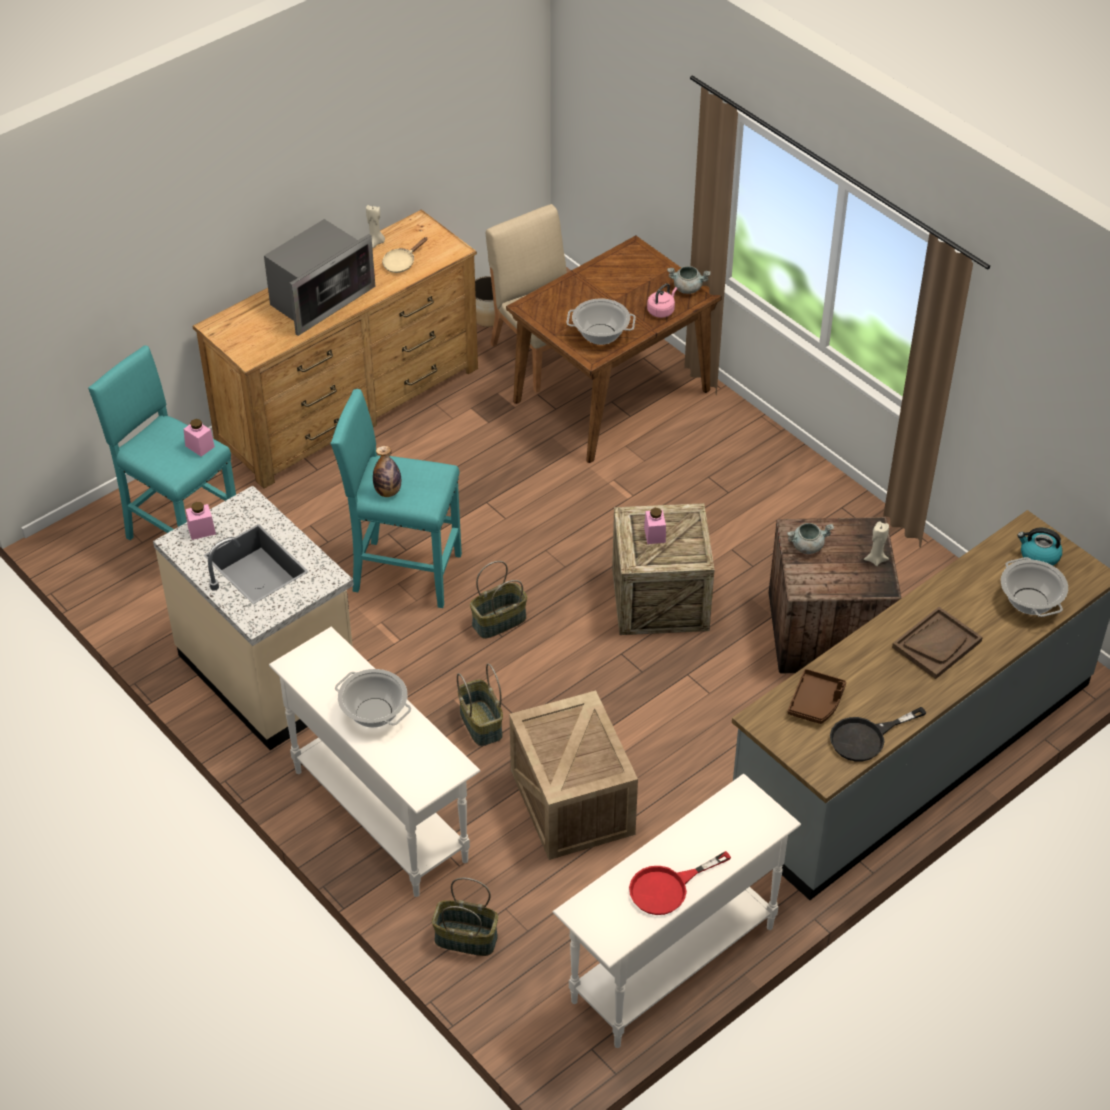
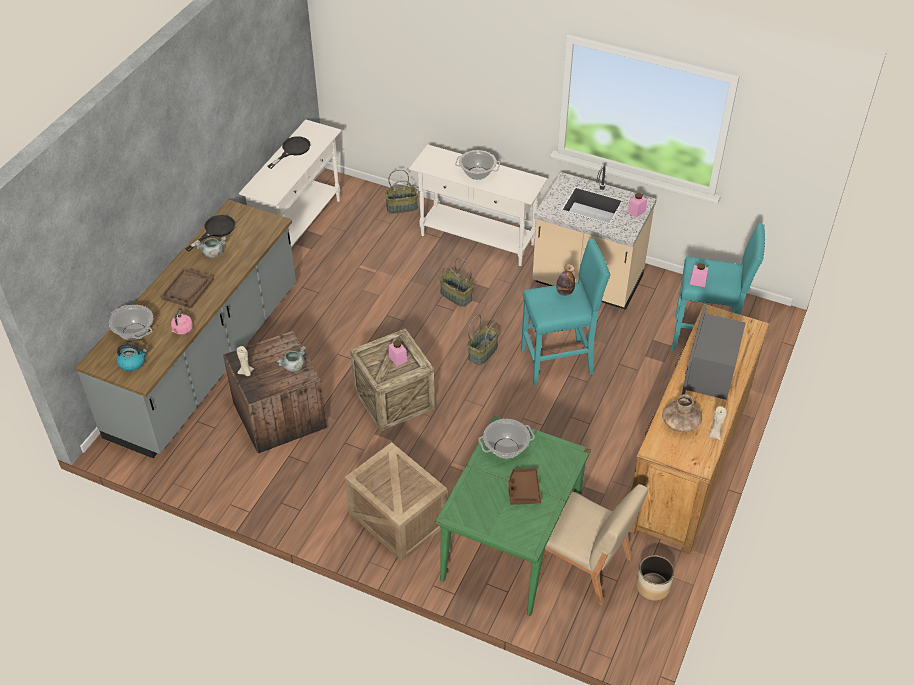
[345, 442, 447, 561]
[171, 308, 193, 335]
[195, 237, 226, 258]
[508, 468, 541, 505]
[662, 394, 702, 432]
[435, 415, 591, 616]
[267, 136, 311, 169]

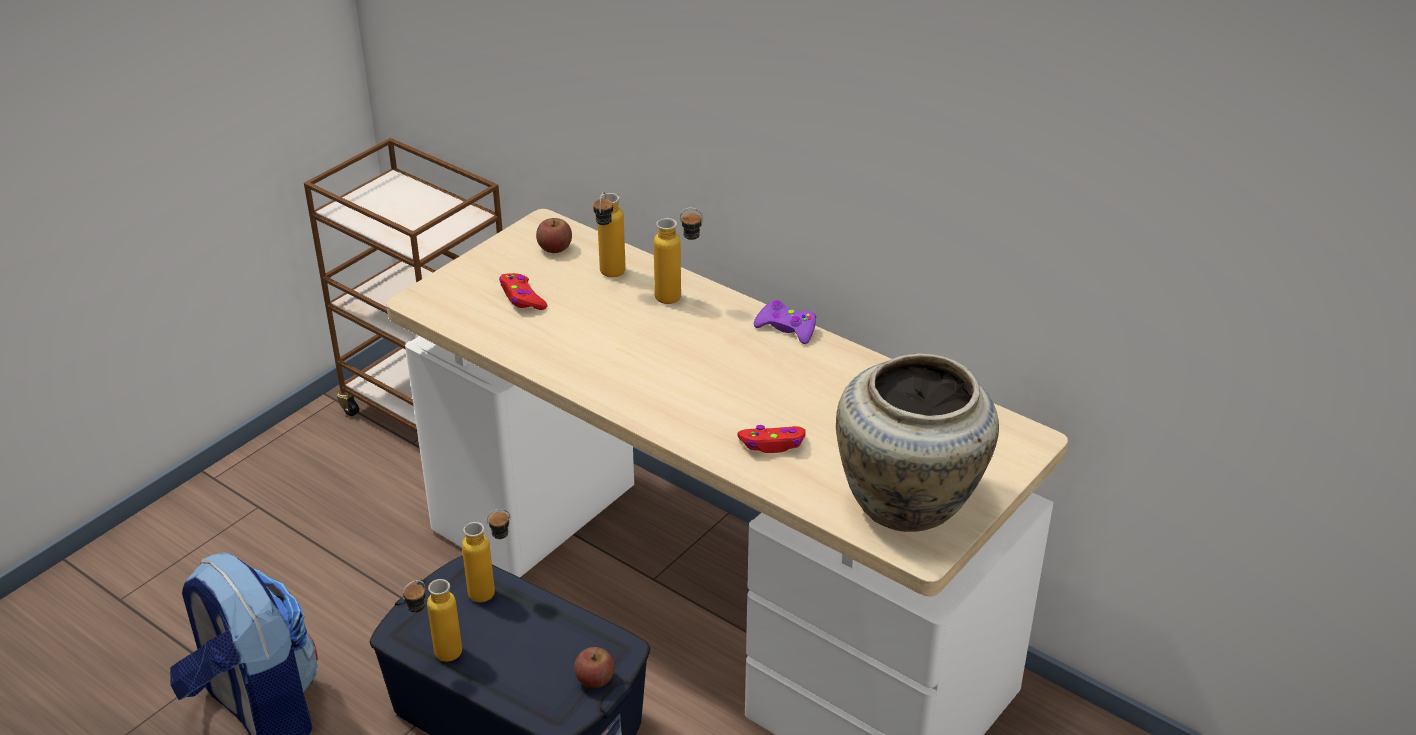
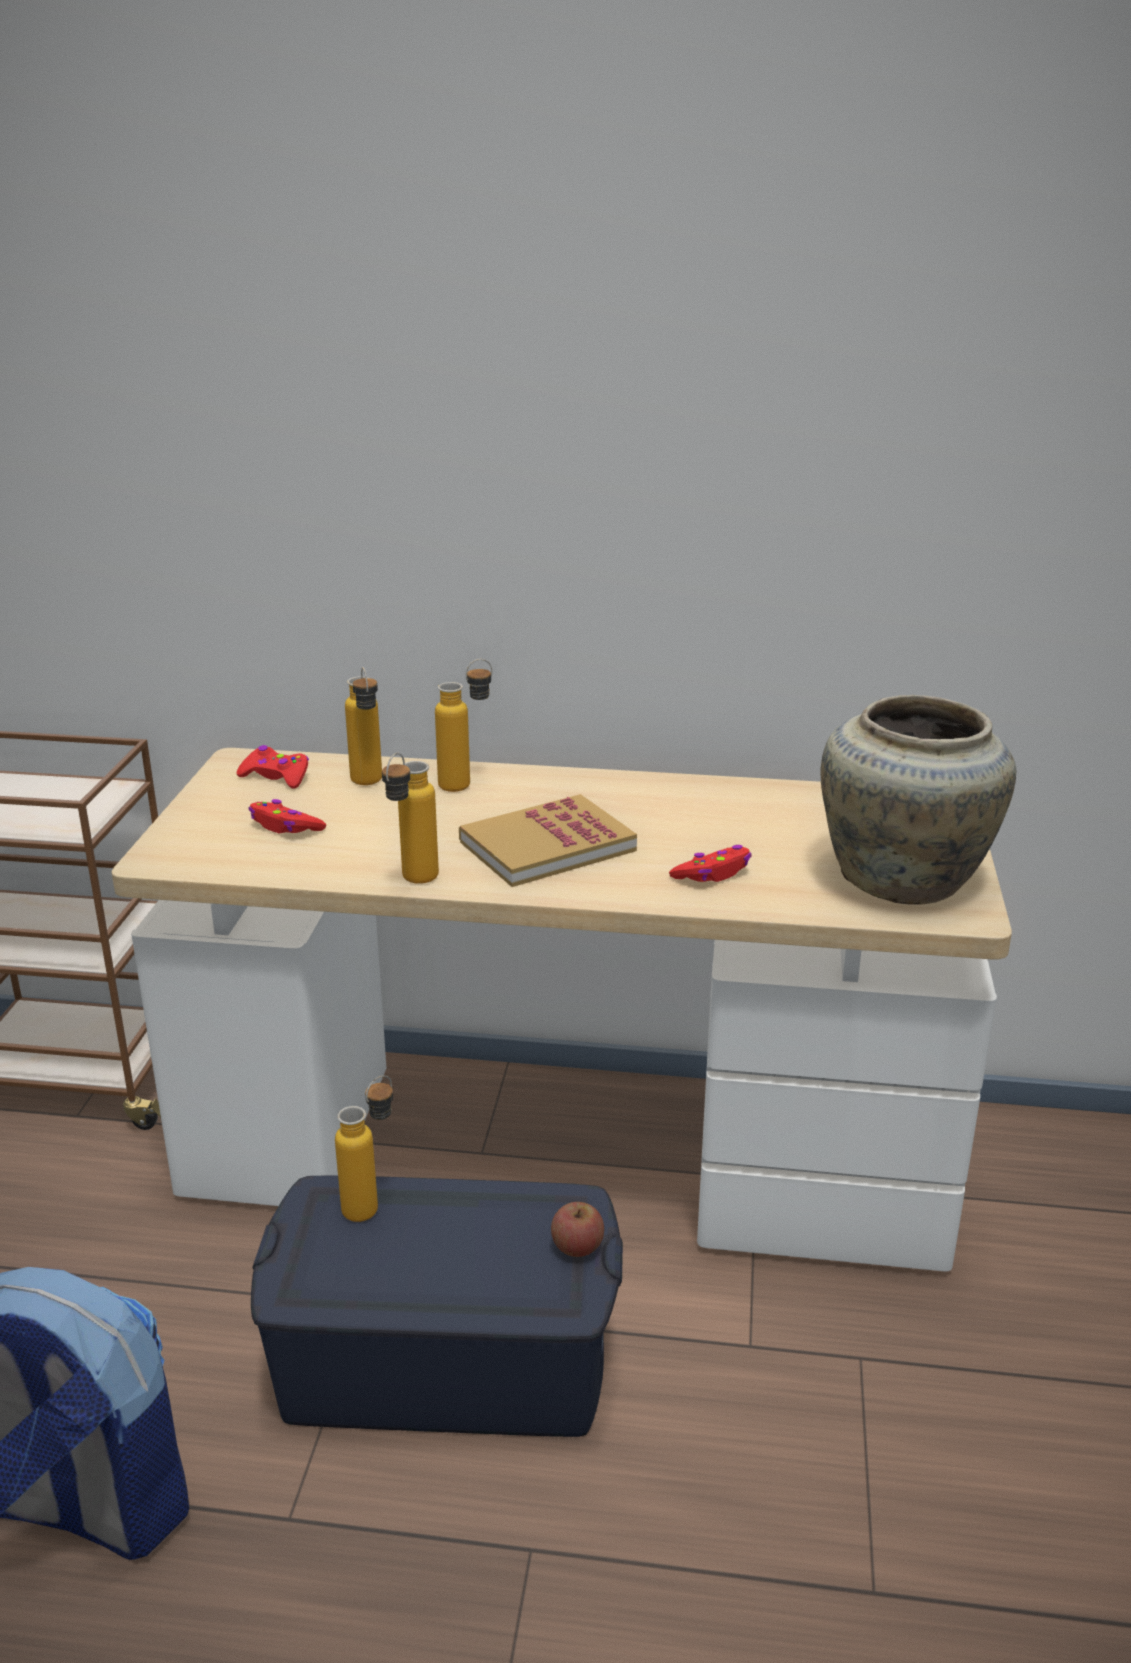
[754, 300, 816, 344] (first image)
[459, 794, 637, 887]
[382, 753, 439, 884]
[237, 745, 309, 789]

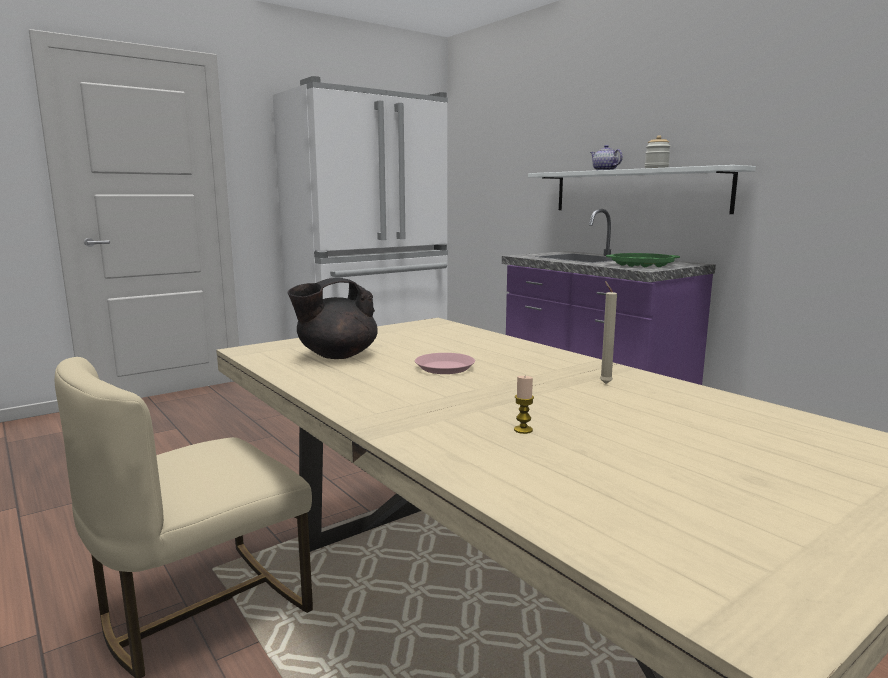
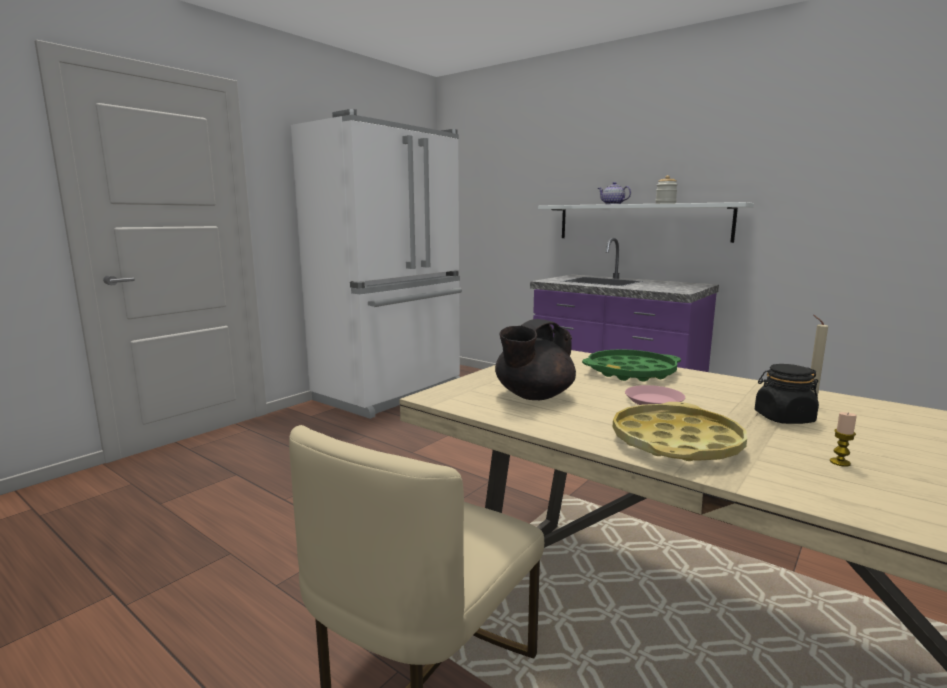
[613, 402, 747, 461]
[755, 364, 819, 424]
[582, 349, 681, 382]

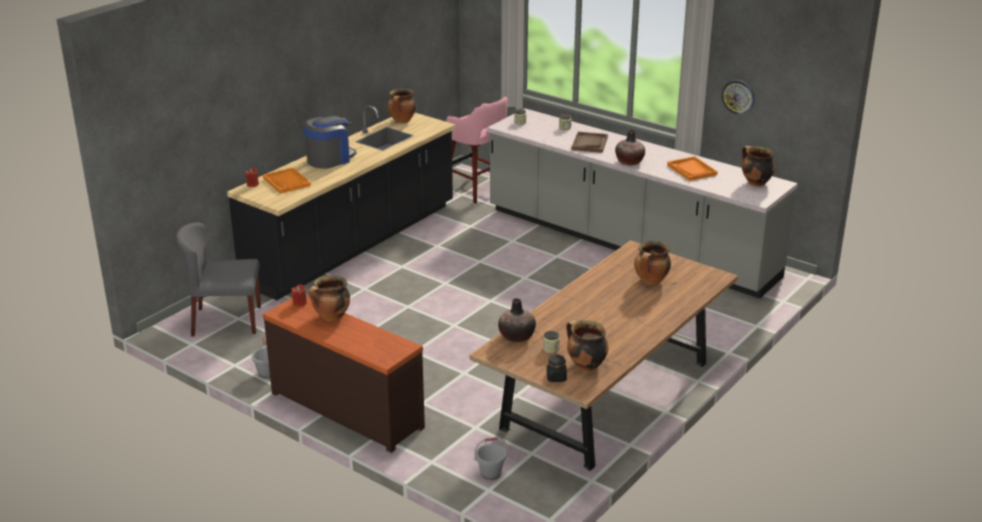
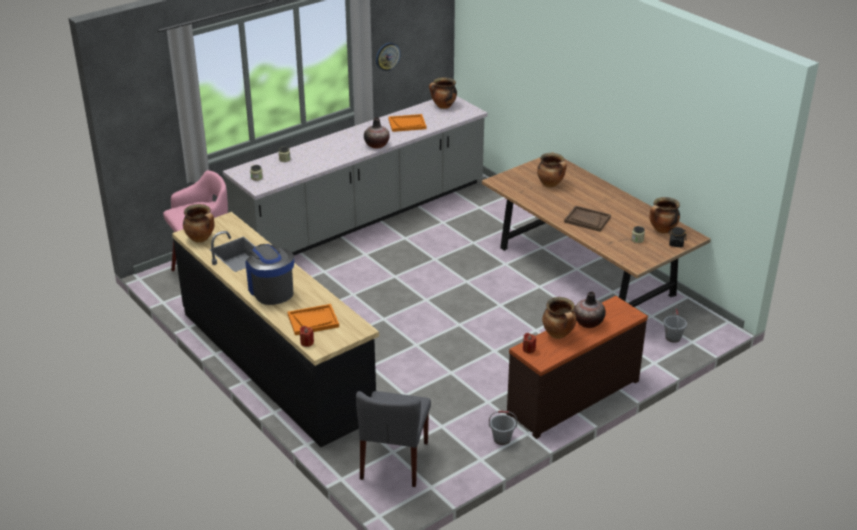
[574, 292, 606, 328]
[564, 206, 611, 232]

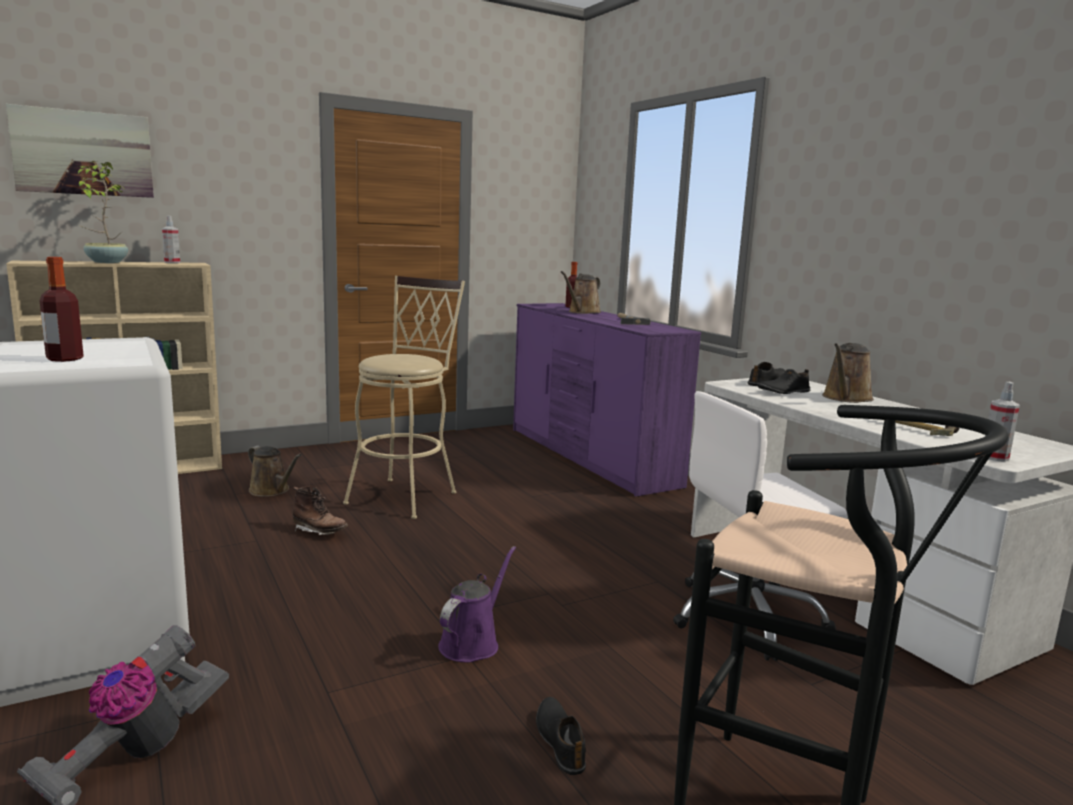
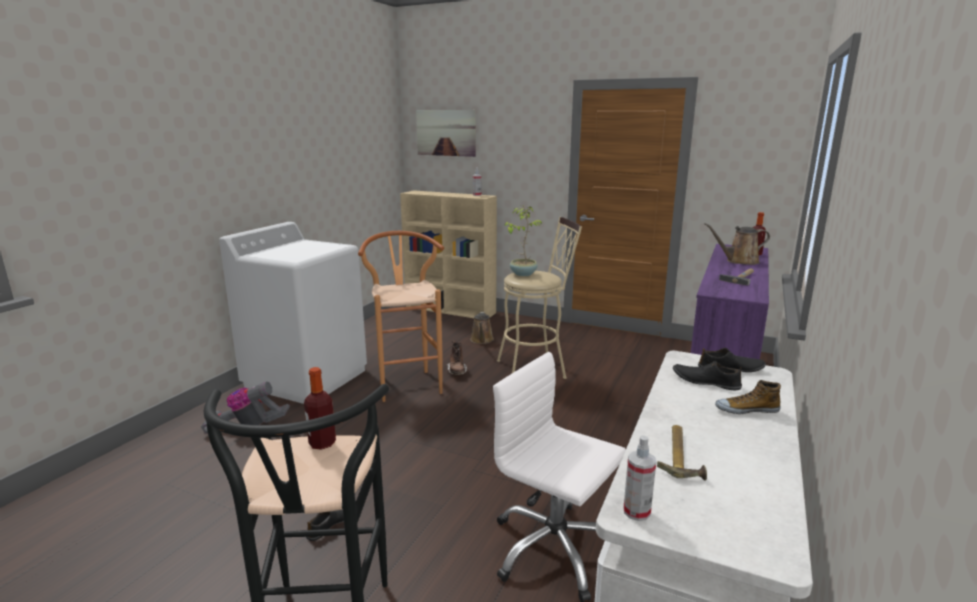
[438, 546, 516, 663] (first image)
[358, 231, 444, 402]
[304, 367, 336, 450]
[505, 205, 542, 276]
[715, 380, 781, 414]

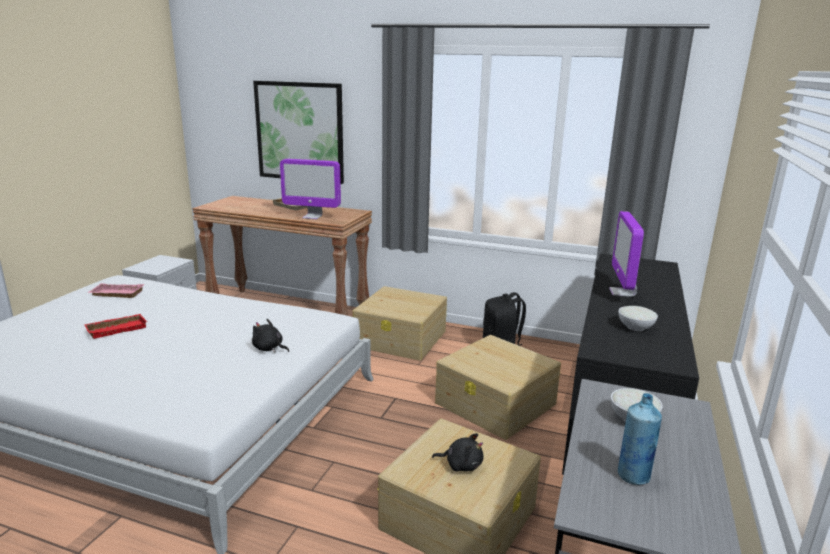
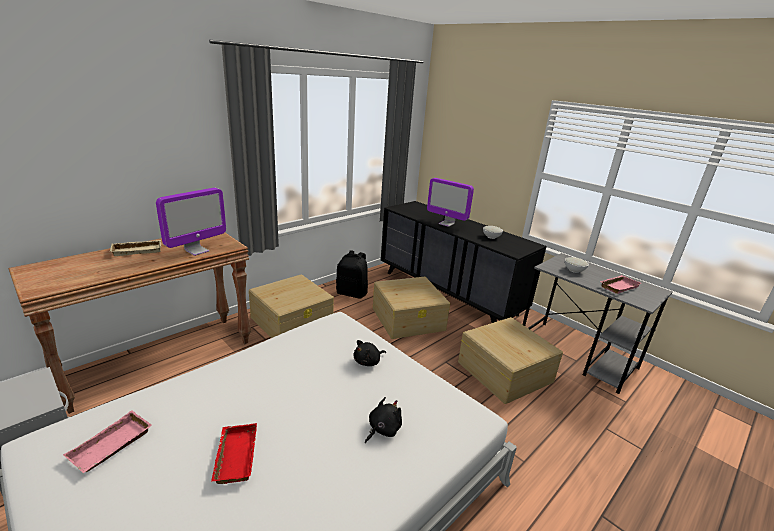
[253, 81, 344, 184] (first image)
[365, 397, 402, 443]
[600, 275, 641, 294]

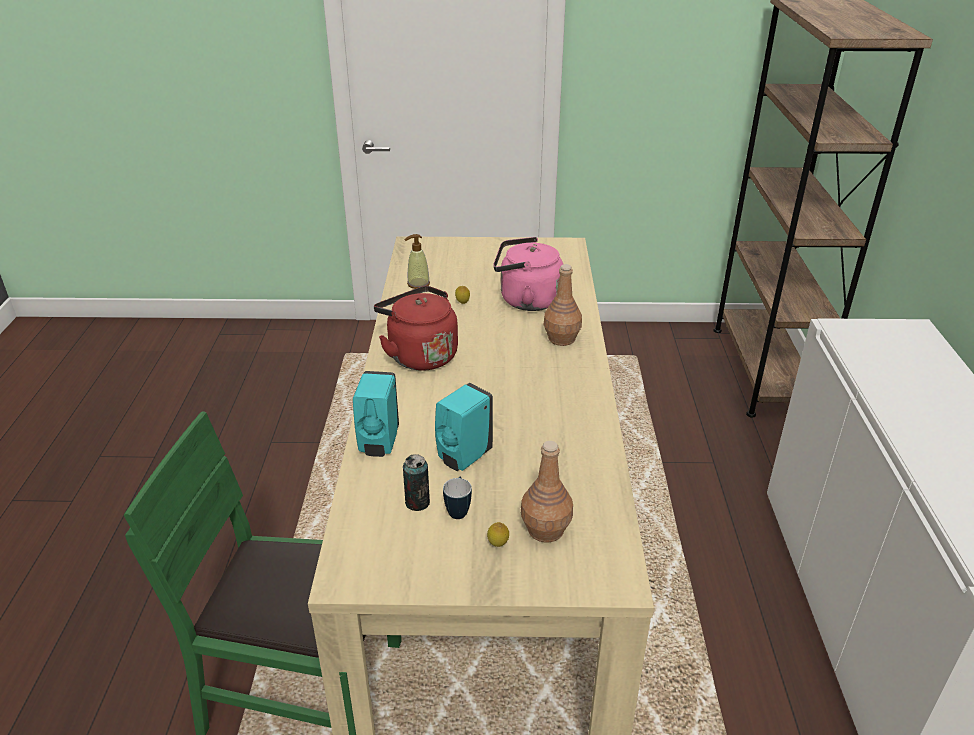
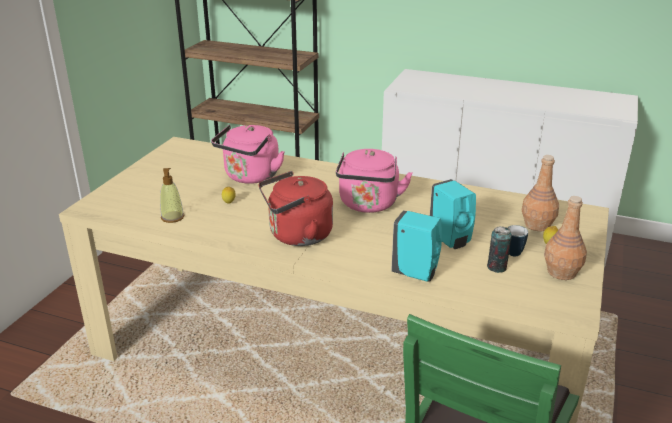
[336, 149, 413, 213]
[544, 196, 587, 280]

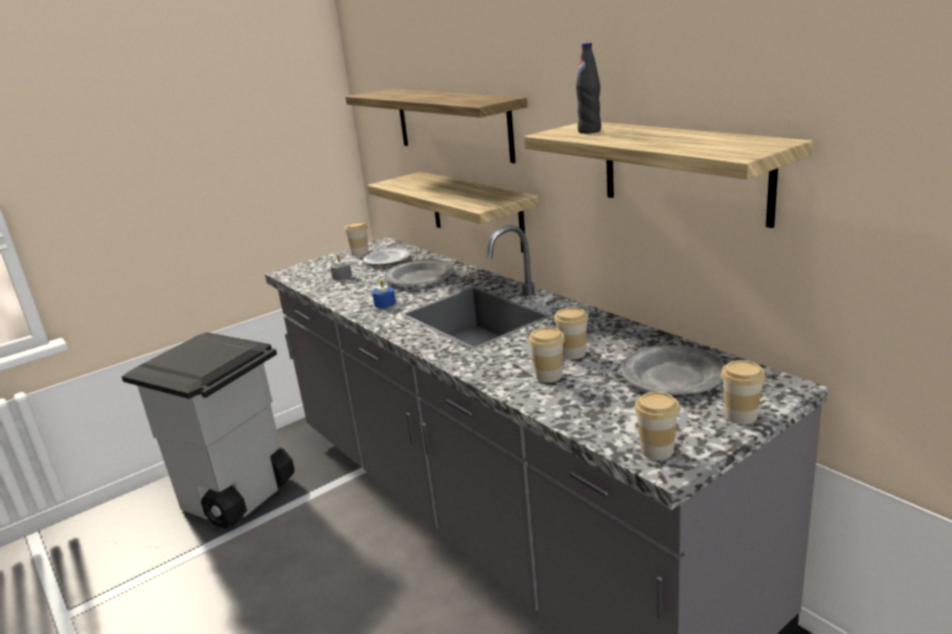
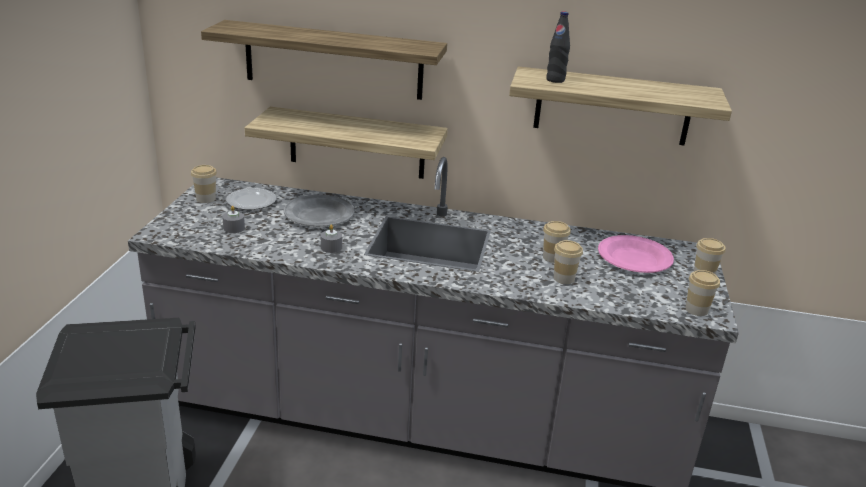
[321, 224, 342, 253]
[598, 235, 674, 273]

